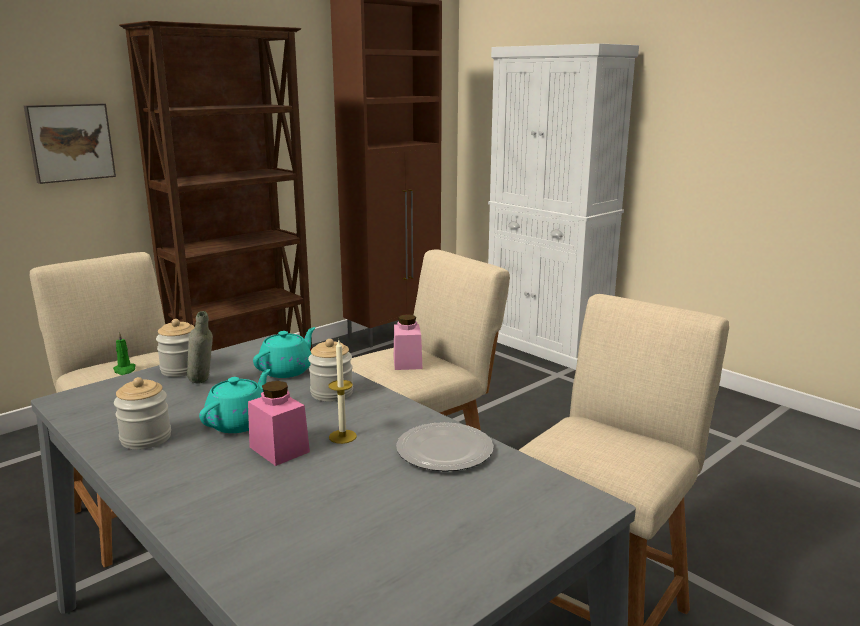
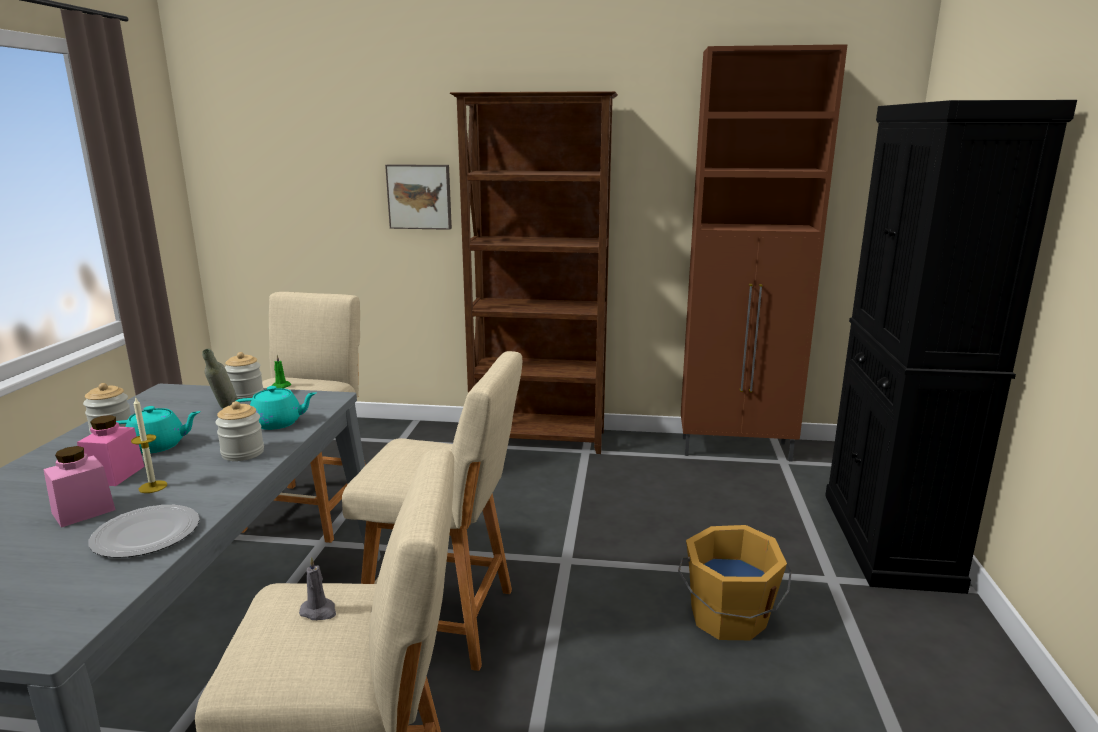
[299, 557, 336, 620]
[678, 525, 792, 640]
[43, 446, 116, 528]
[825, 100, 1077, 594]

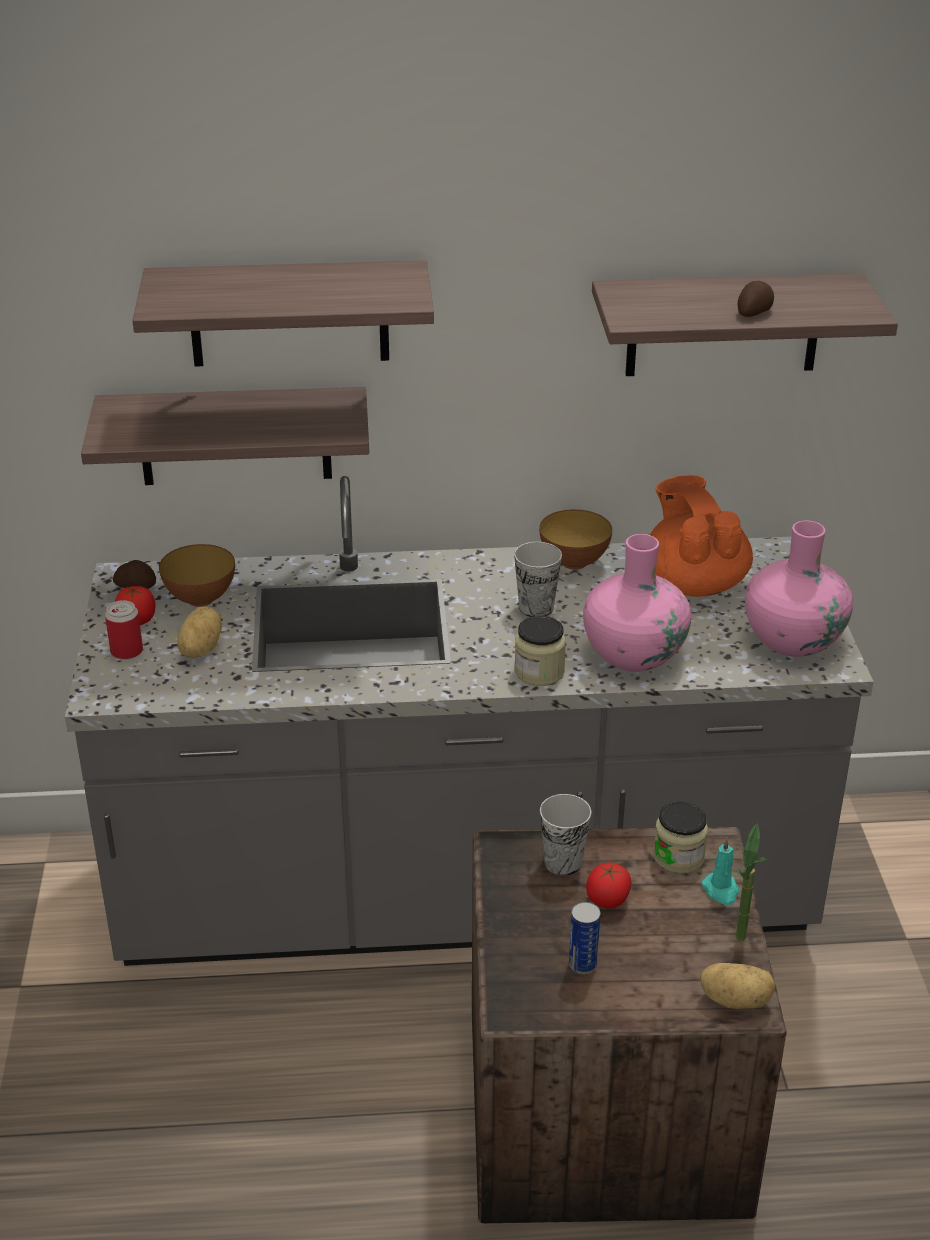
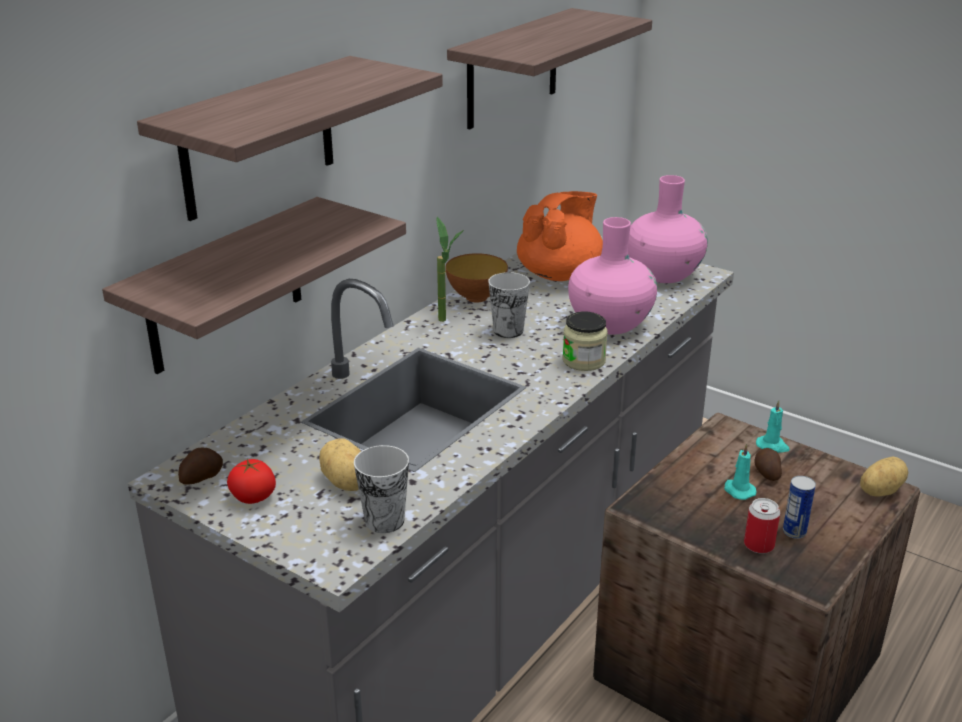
[159, 544, 235, 607] (first image)
[653, 801, 708, 874] (first image)
[744, 498, 780, 554]
[354, 445, 409, 533]
[437, 217, 464, 322]
[754, 448, 782, 481]
[724, 443, 757, 500]
[517, 191, 603, 281]

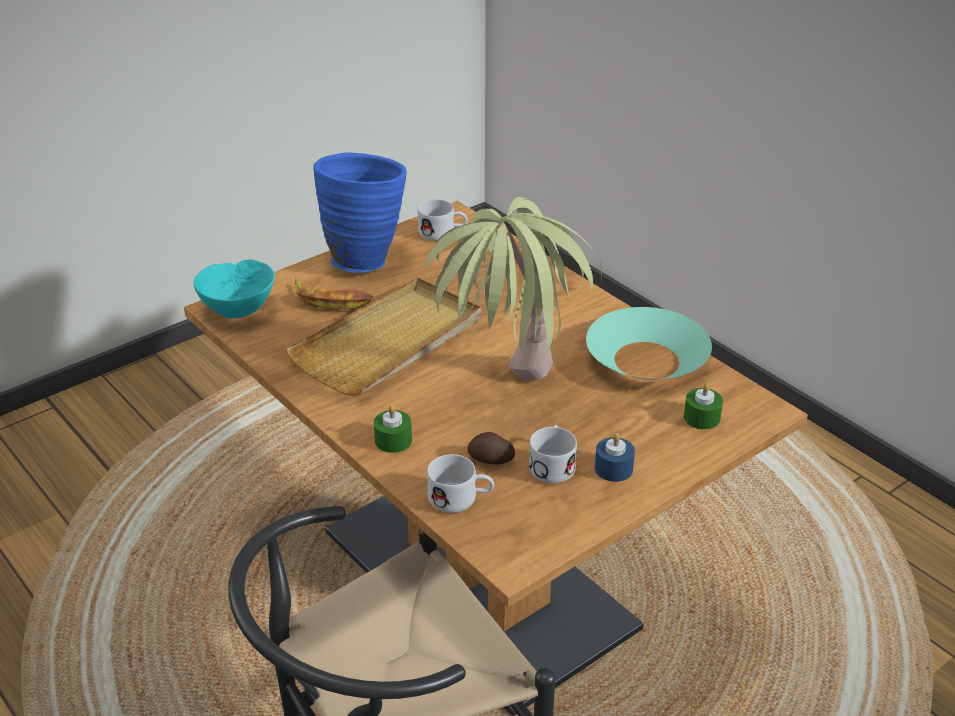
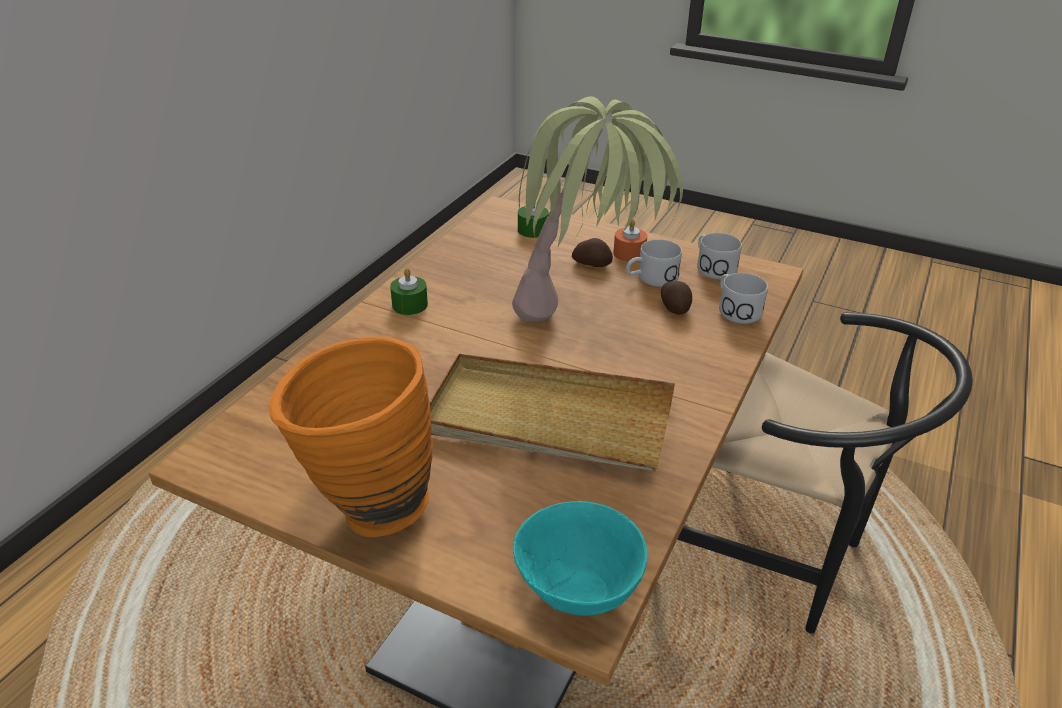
[295, 279, 373, 309] (first image)
[586, 307, 712, 380] (first image)
[572, 238, 613, 267]
[390, 268, 428, 315]
[697, 233, 742, 279]
[269, 337, 433, 537]
[613, 219, 647, 262]

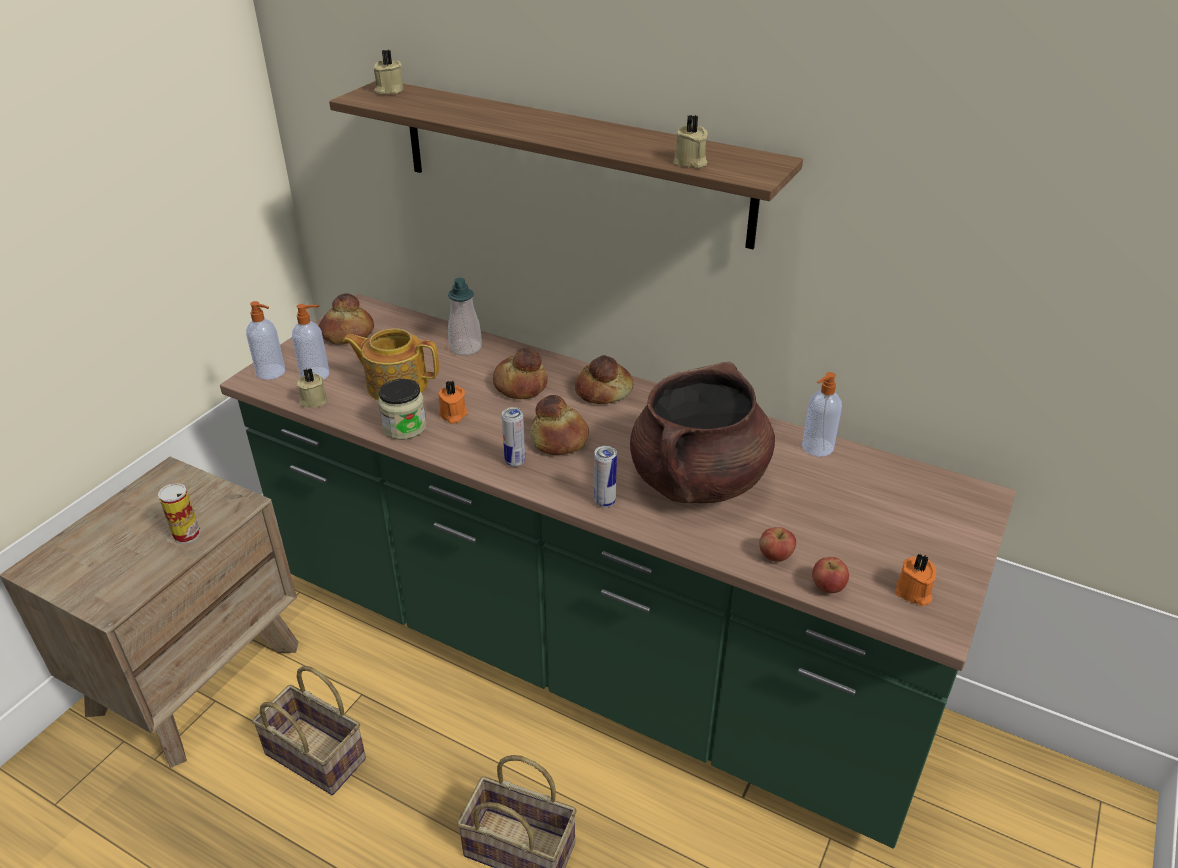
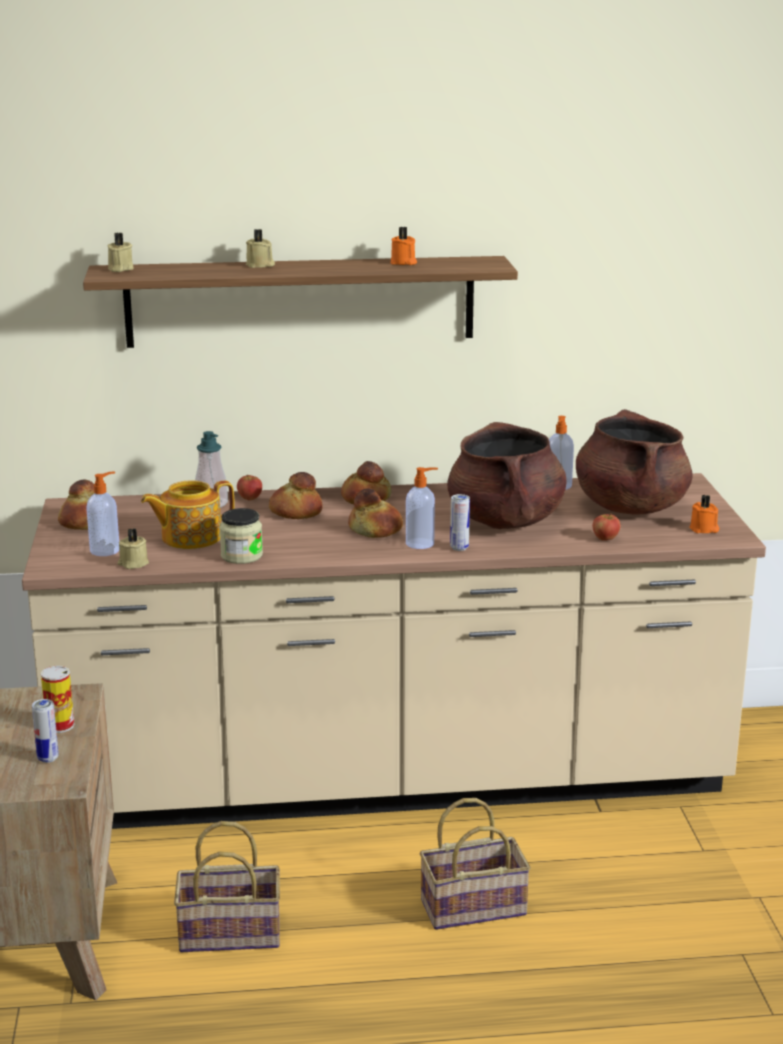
[576, 409, 693, 514]
[406, 467, 438, 549]
[391, 227, 417, 265]
[32, 699, 59, 763]
[246, 229, 275, 268]
[237, 474, 262, 500]
[22, 473, 766, 829]

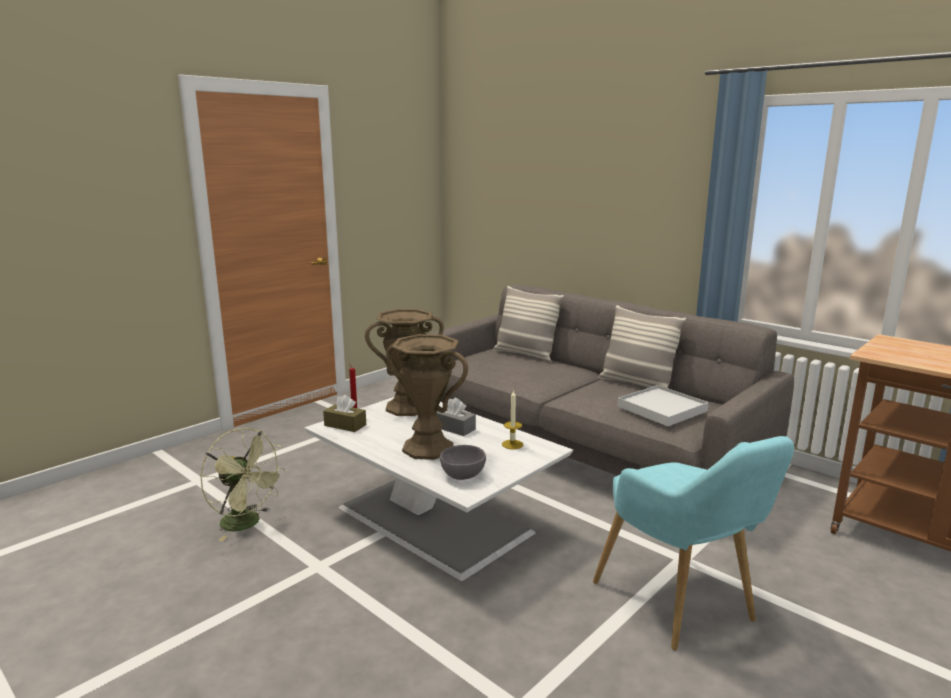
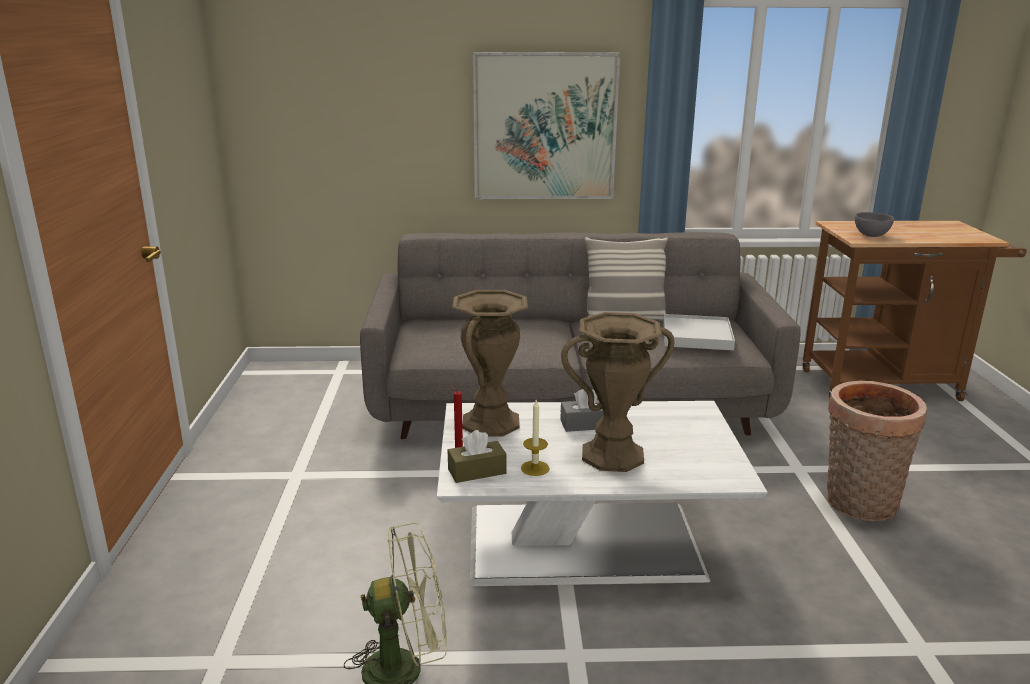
[493, 286, 564, 362] (first image)
[473, 52, 620, 199]
[855, 212, 894, 237]
[521, 400, 550, 476]
[826, 381, 927, 521]

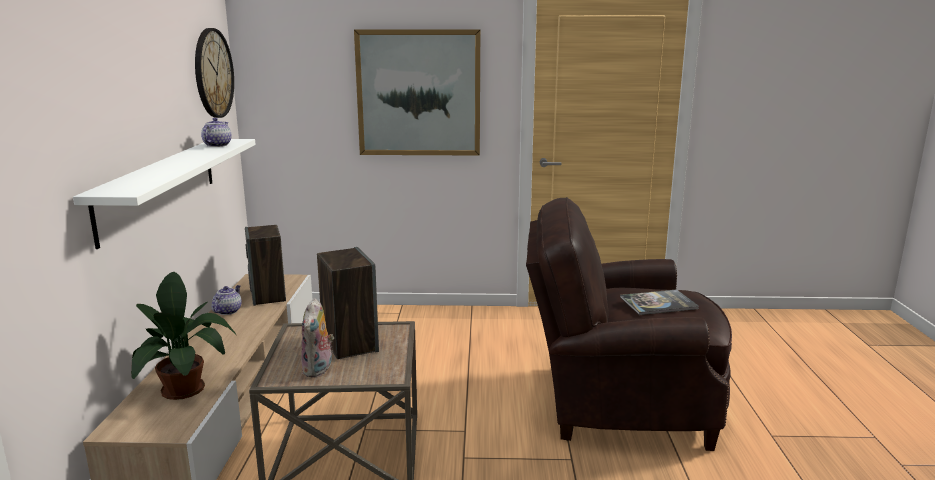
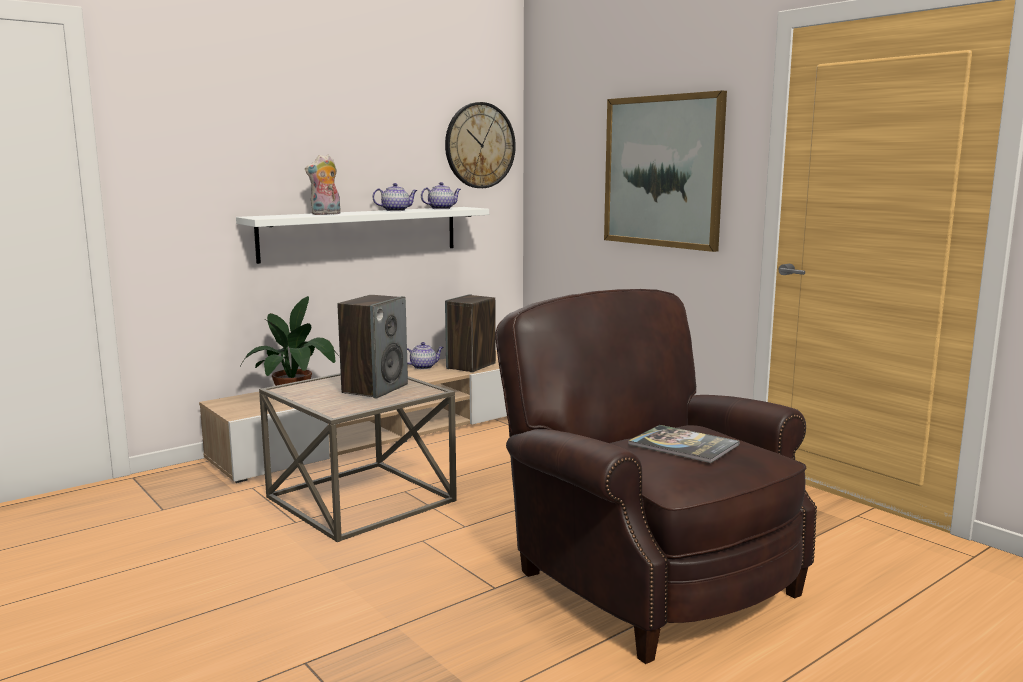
[372, 183, 418, 211]
[305, 155, 341, 215]

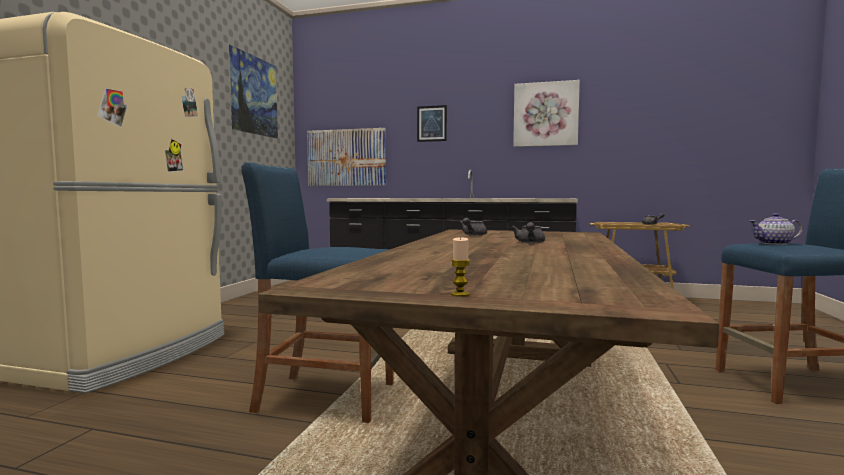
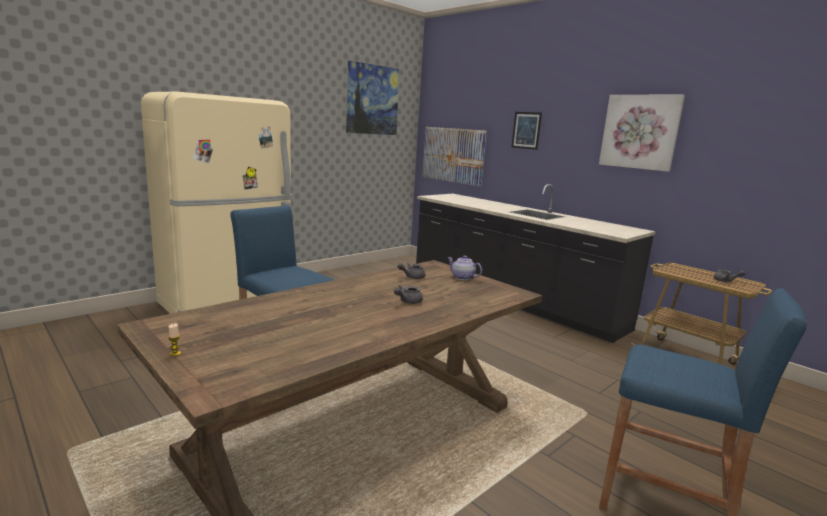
[448, 255, 482, 280]

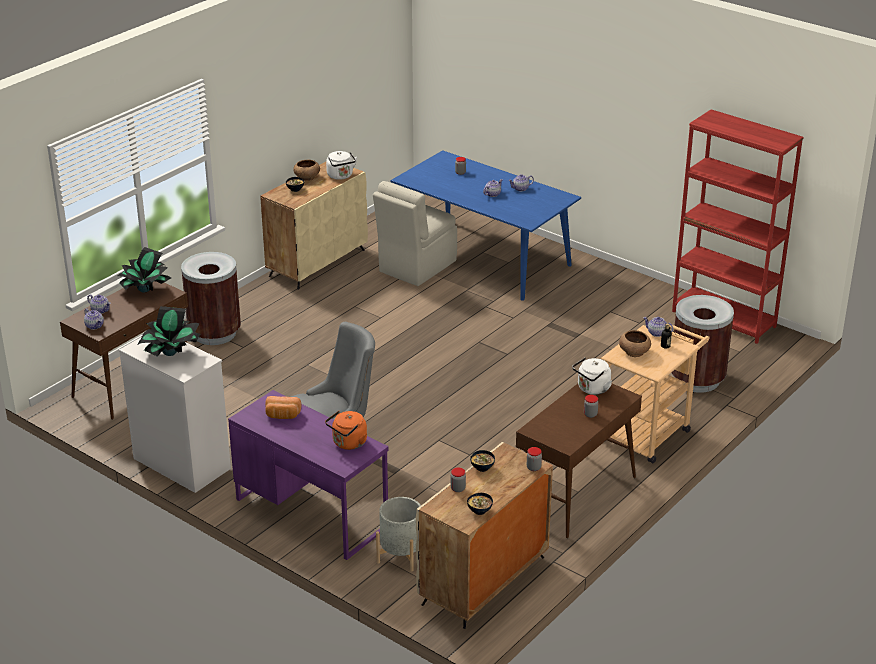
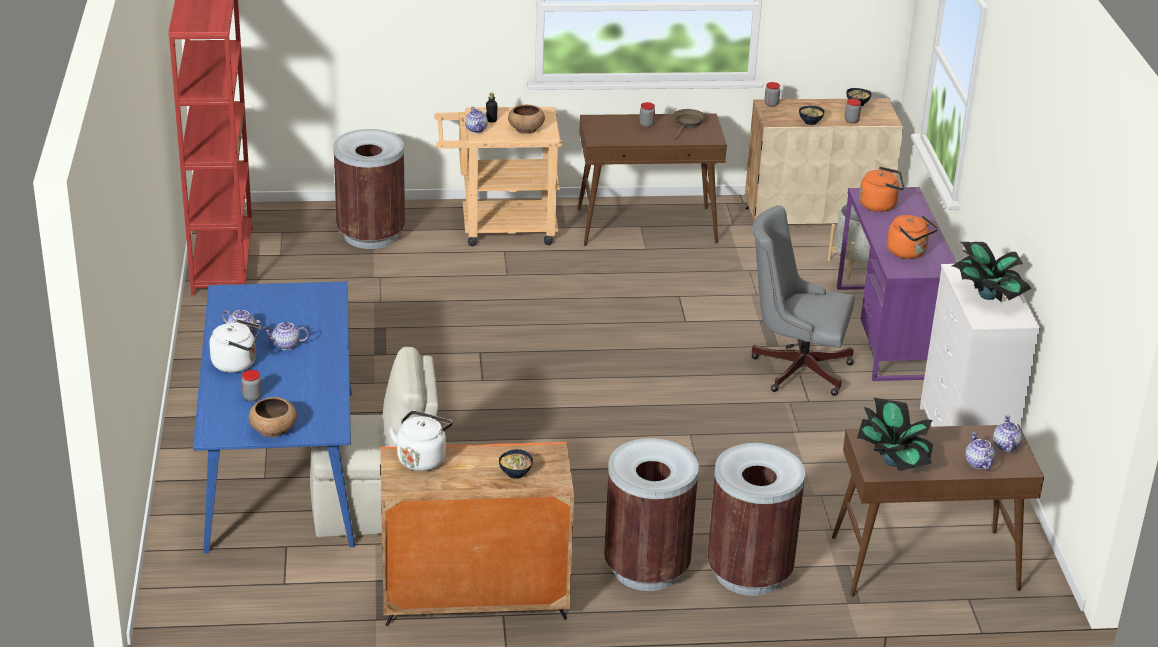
[604, 438, 699, 591]
[673, 109, 705, 139]
[249, 397, 297, 437]
[209, 319, 261, 373]
[887, 215, 938, 259]
[380, 442, 574, 626]

